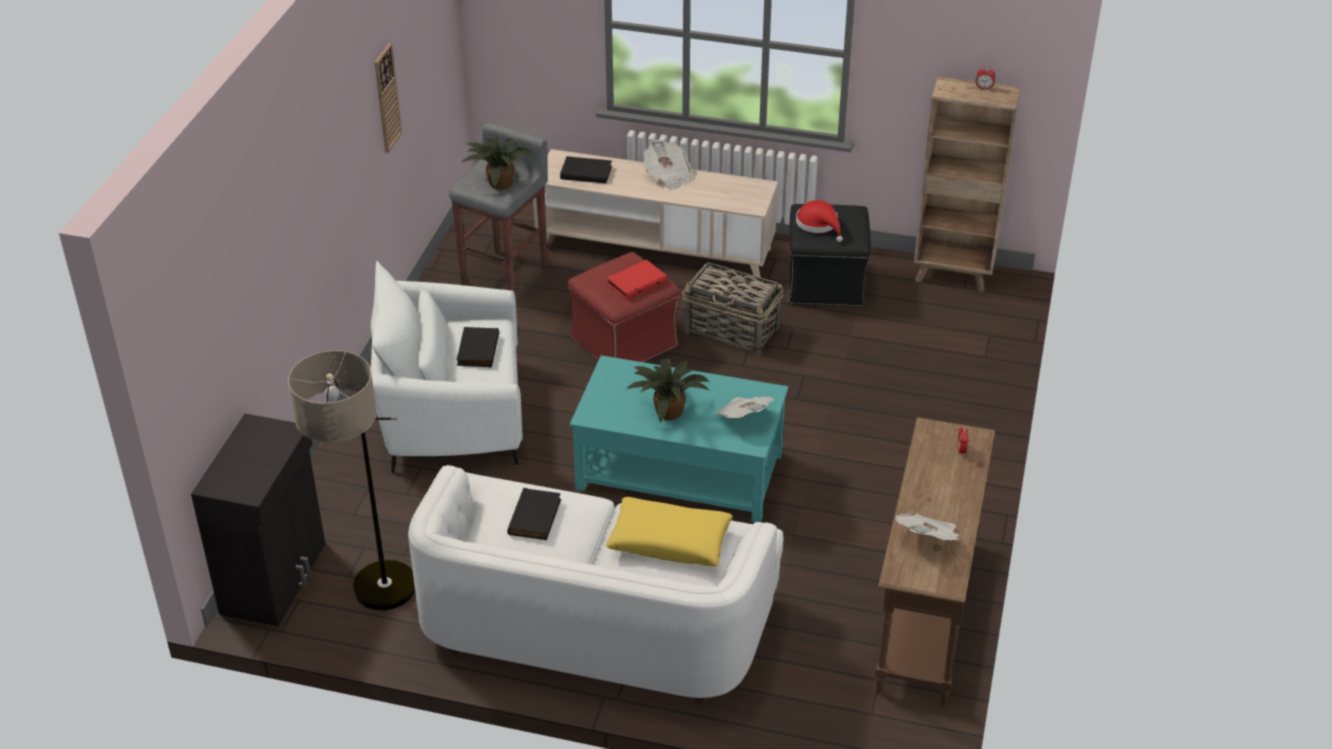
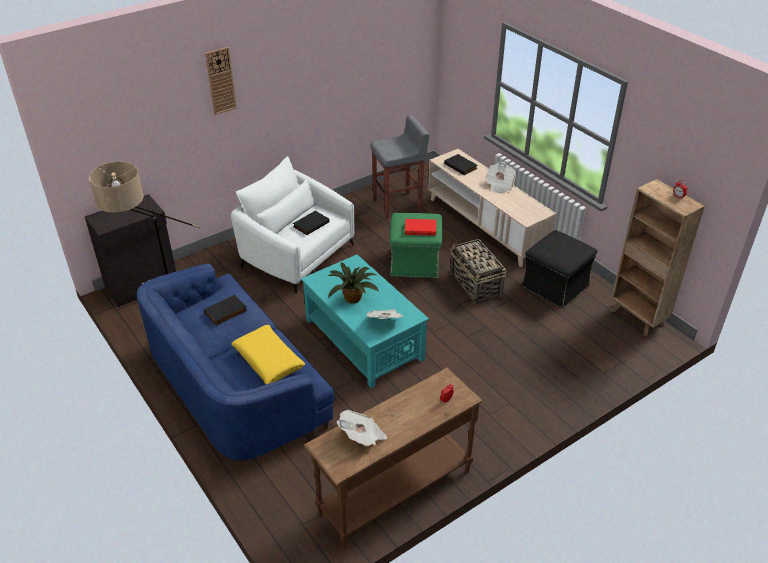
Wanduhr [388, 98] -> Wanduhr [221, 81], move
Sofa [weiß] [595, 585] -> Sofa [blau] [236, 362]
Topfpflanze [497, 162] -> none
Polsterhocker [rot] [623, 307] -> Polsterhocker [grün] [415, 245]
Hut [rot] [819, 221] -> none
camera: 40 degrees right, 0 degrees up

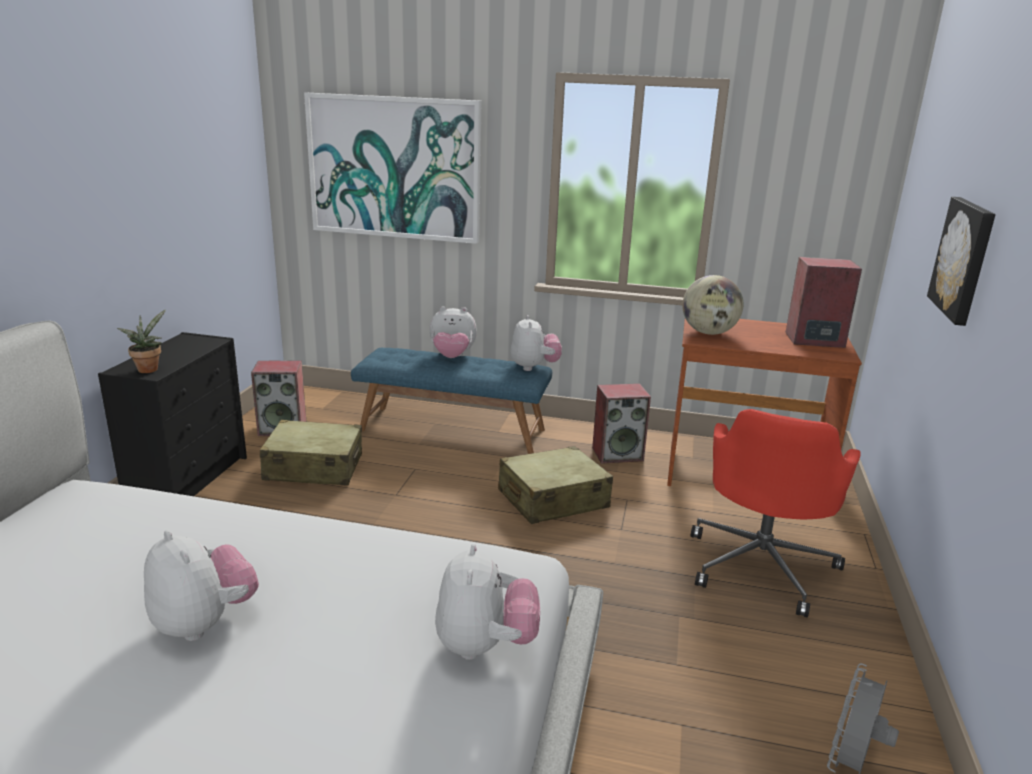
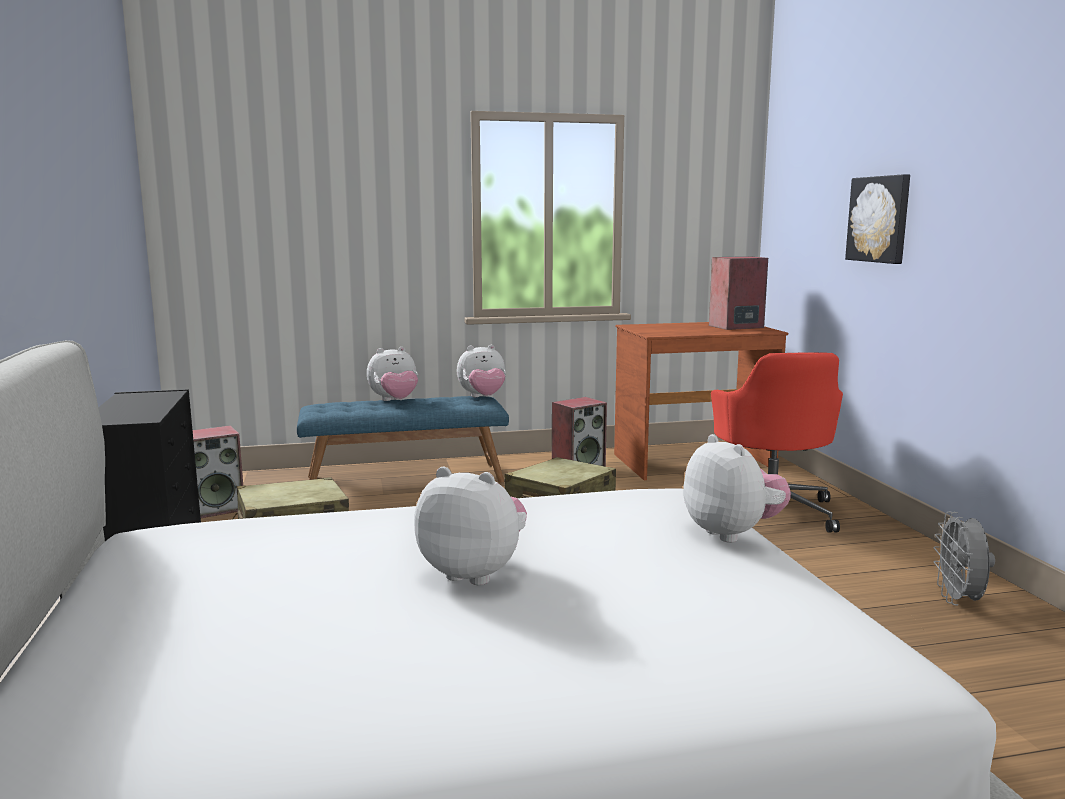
Topfpflanze [141, 341] -> none
Bild [392, 168] -> none
Plüschtier [536, 343] -> Plüschtier [481, 371], 105 degrees clockwise
Globus [712, 305] -> none
camera: 25 degrees left, 10 degrees down

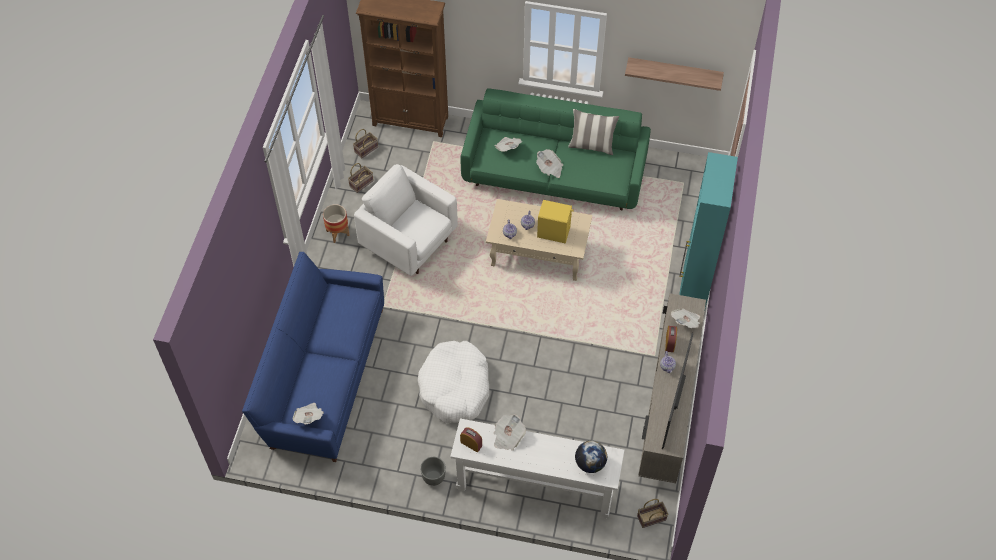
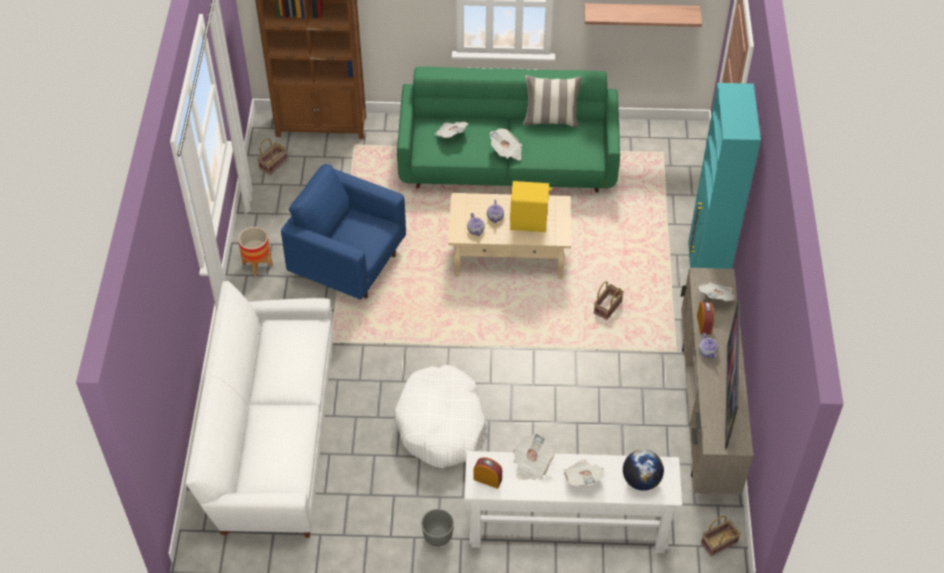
Sofa [blau] [313, 357] -> Sofa [weiß] [260, 409]
Zeitung [308, 414] -> Zeitung [584, 472], move
Korb [361, 178] -> Korb [609, 300], move
Sessel [weiß] [406, 220] -> Sessel [blau] [343, 231]
camera: 10 degrees left, 5 degrees down

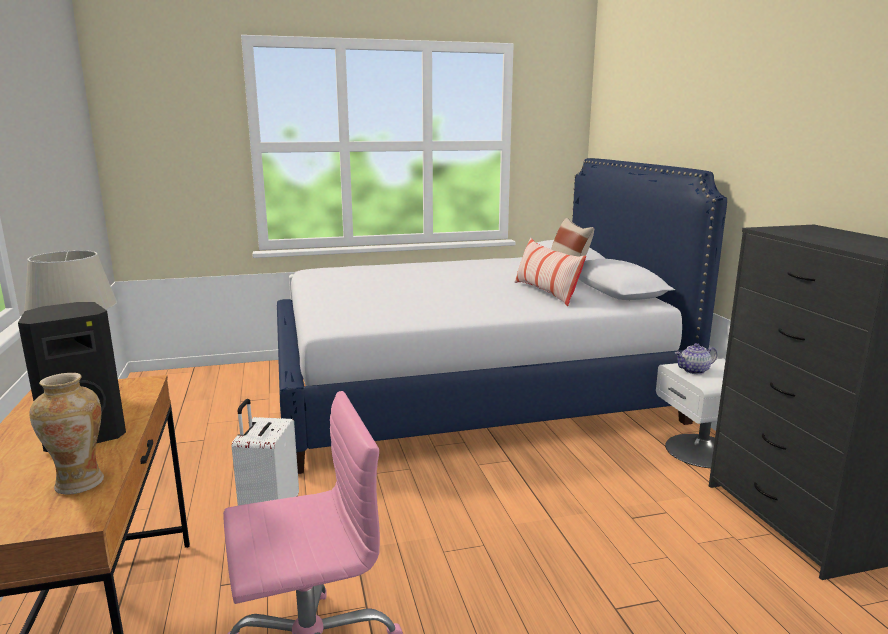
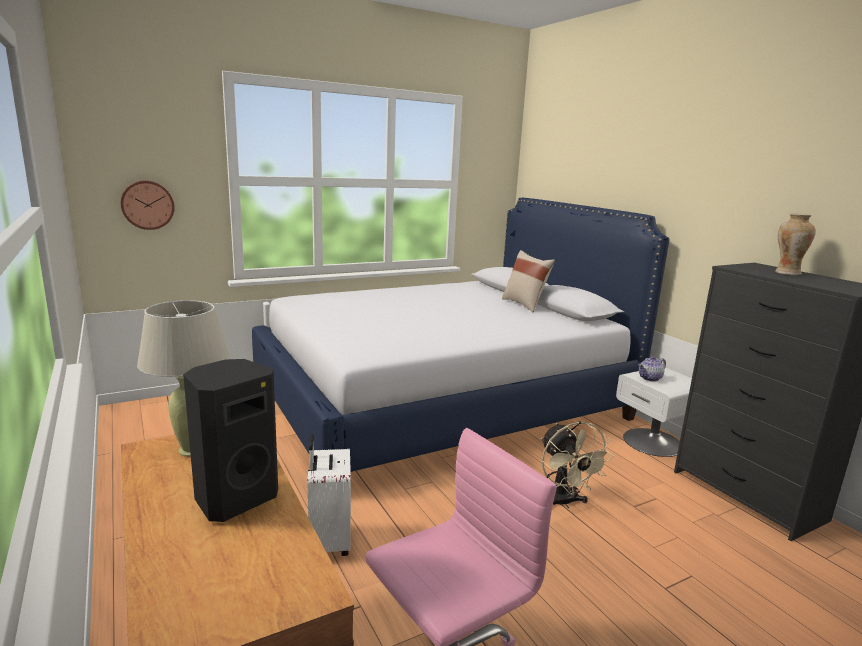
Vase [66, 434] -> Vase [795, 244], move
Kissen [550, 272] -> none
none -> Wanduhr [148, 205]
none -> Ventilator [beige] [577, 464]
camera: 15 degrees left, 0 degrees up

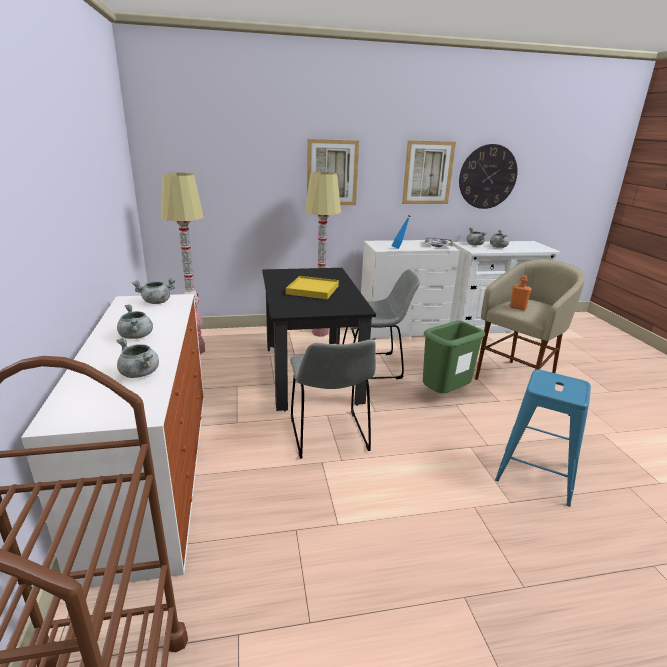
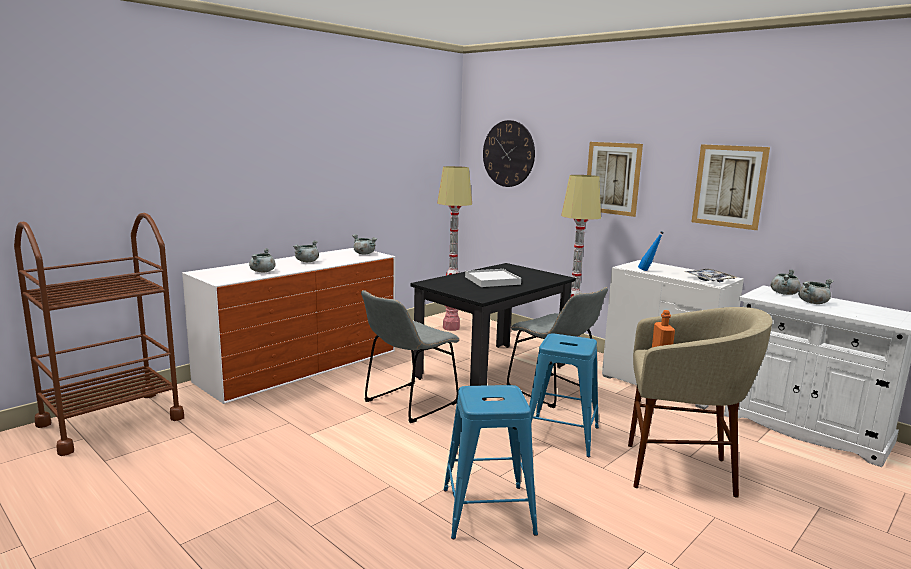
Tablett [gelb] [312, 287] -> Tablett [weiß] [493, 278]
Mülleimer [grün] [454, 357] -> Hocker [blau] [564, 395]
Wanduhr [488, 176] -> Wanduhr [509, 153], move
camera: 55 degrees right, 10 degrees down

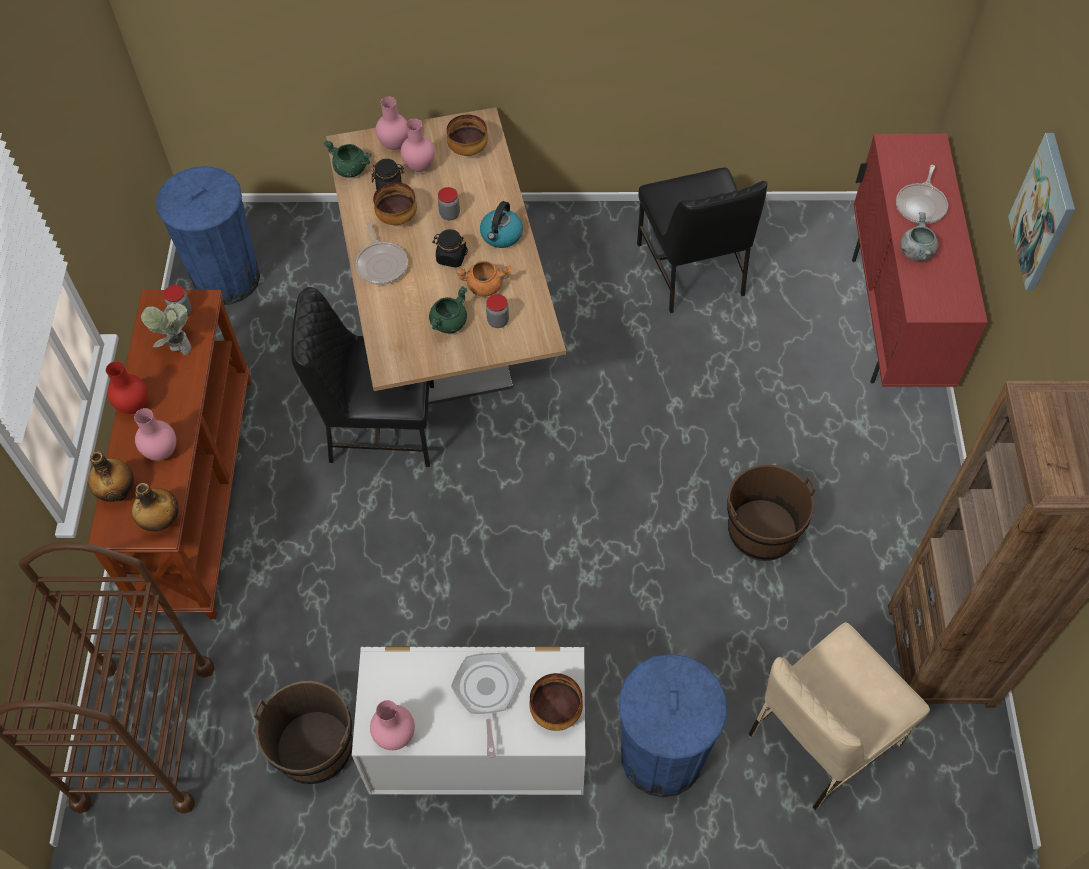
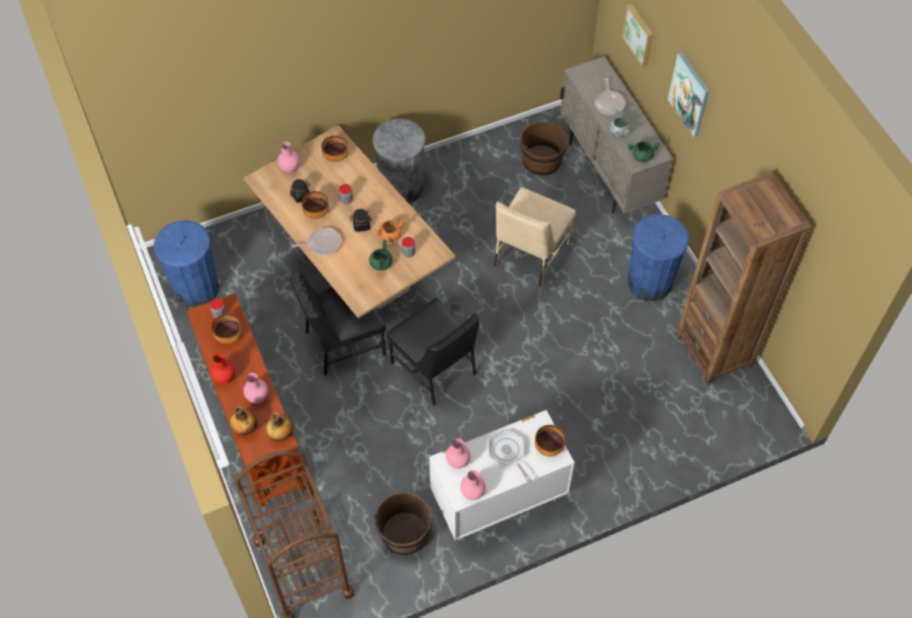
Topfpflanze [166, 329] -> Schüssel [227, 329]
Kochtopf [grün] [347, 159] -> Kochtopf [grün] [644, 151], move
Pfanne [382, 254] -> Pfanne [316, 241], 60 degrees counterclockwise
Vase [rosa] [418, 145] -> Vase [rosa] [458, 453], move
Wasserkessel [501, 224] -> none
Mülleimer [blau] [673, 726] -> Mülleimer [blau] [658, 258], move
Stuhl [schwarz] [702, 240] -> Stuhl [schwarz] [432, 351], move
Eimer [braun] [771, 512] -> Eimer [braun] [543, 148], move
Stuhl [beige] [839, 716] -> Stuhl [beige] [535, 237], move
Schrank [rot] [920, 260] -> Schrank [beige] [616, 135]
none -> Mülleimer [grau] [399, 161]
none -> Bild [637, 35]
camera: 25 degrees left, 0 degrees up

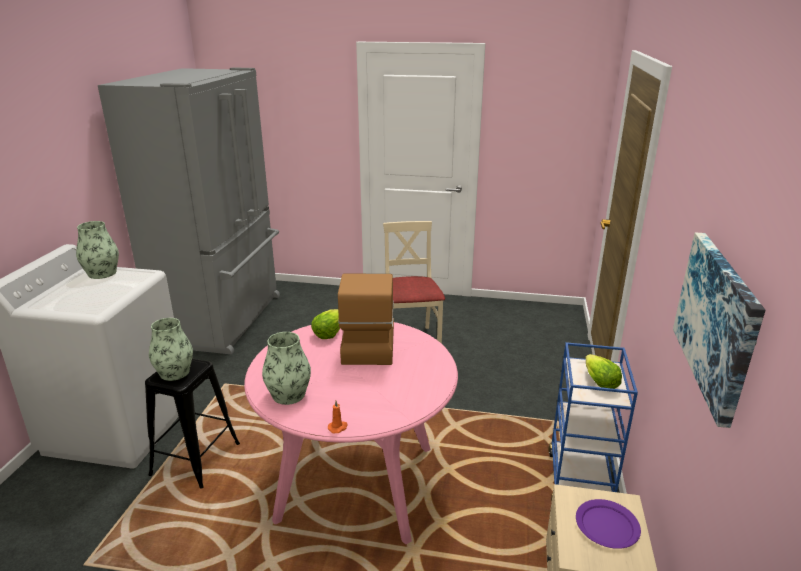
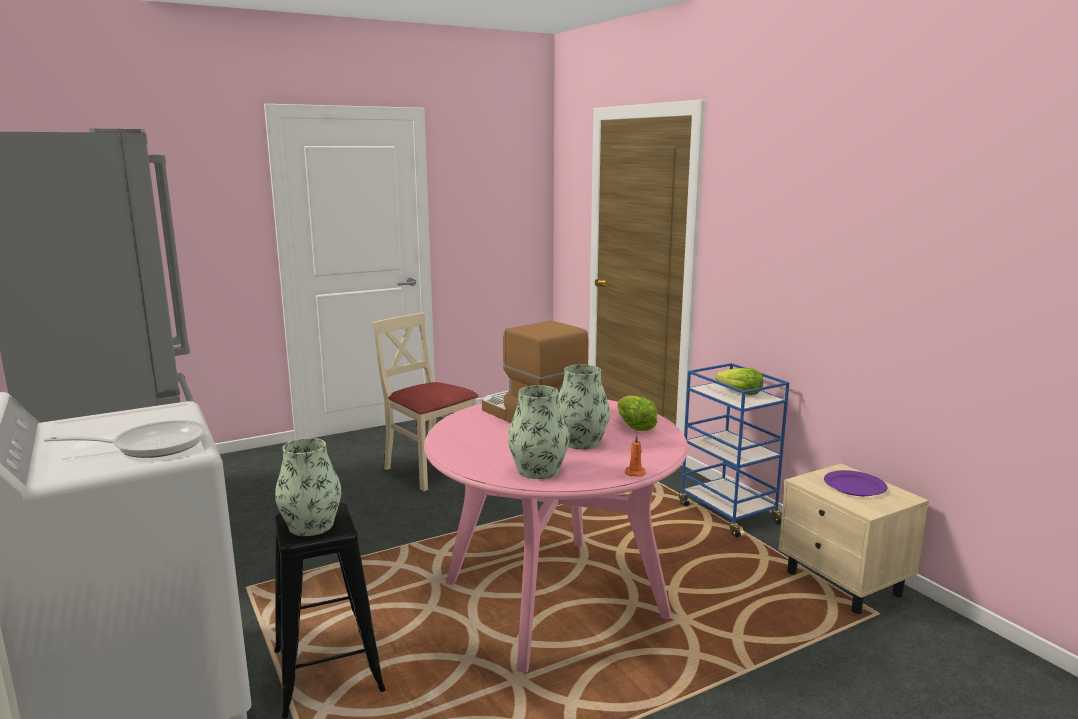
Vase [97, 250] -> Vase [584, 406], move
Salatkopf [325, 324] -> Salatkopf [637, 413], move
Bild [719, 330] -> none
none -> Pfanne [125, 439]
camera: 40 degrees left, 10 degrees down

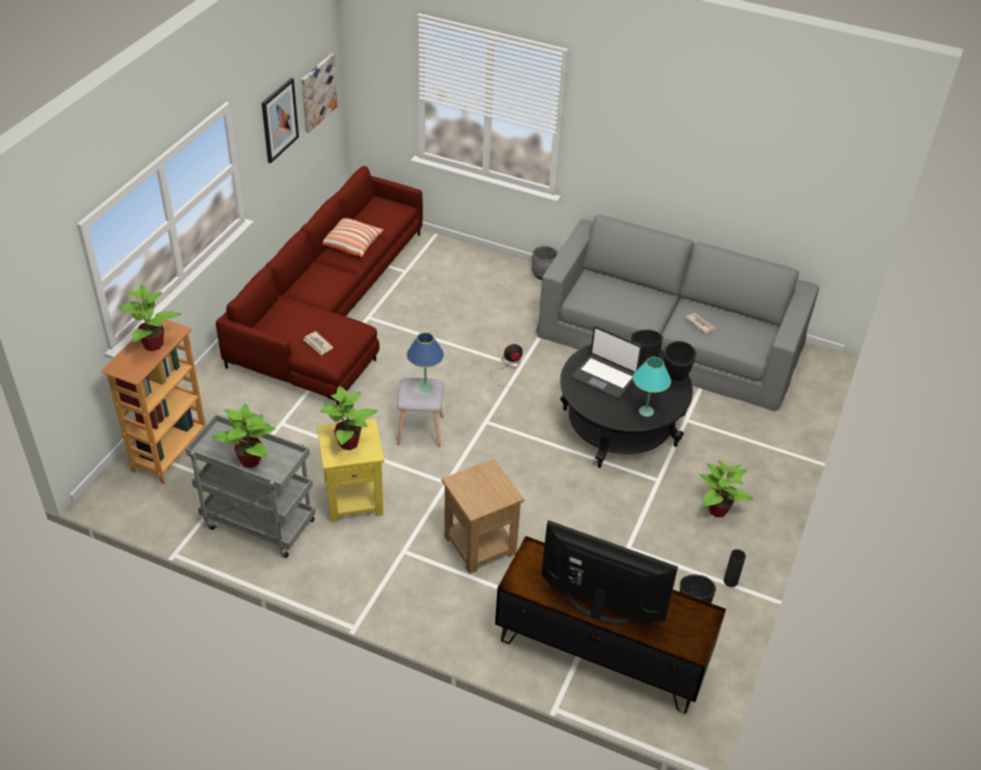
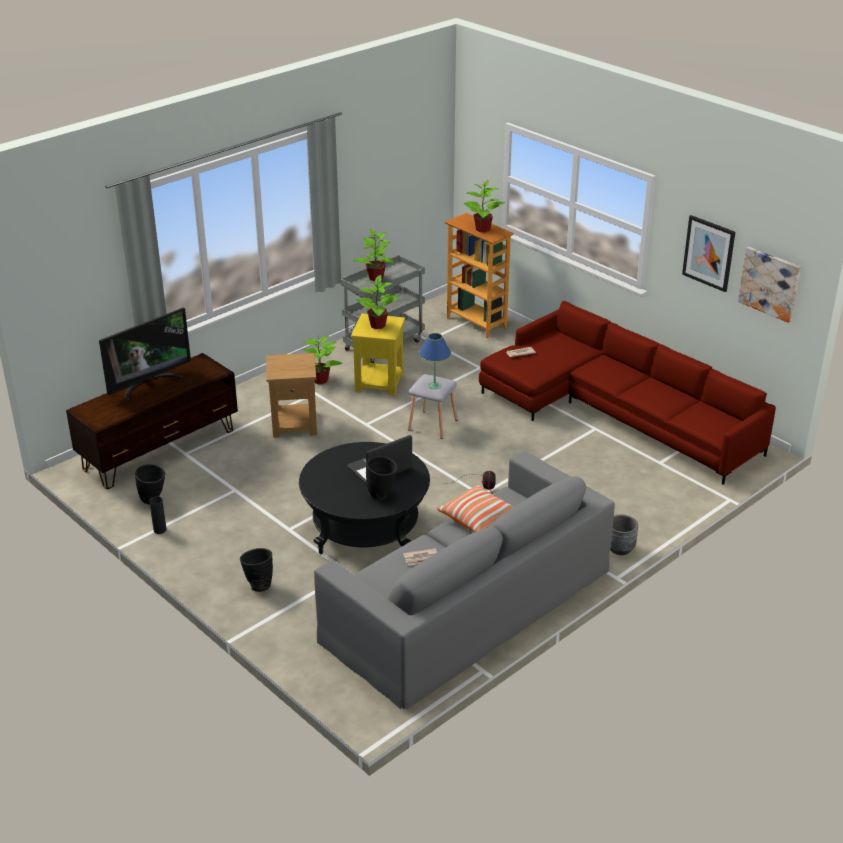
Kissen [352, 237] -> Kissen [475, 508], move
Tischlampe [türkis] [652, 387] -> none
Vase [schwarz] [680, 362] -> Vase [schwarz] [256, 570], move
Topfpflanze [726, 488] -> Topfpflanze [322, 360], move
camera: 115 degrees right, 10 degrees down

